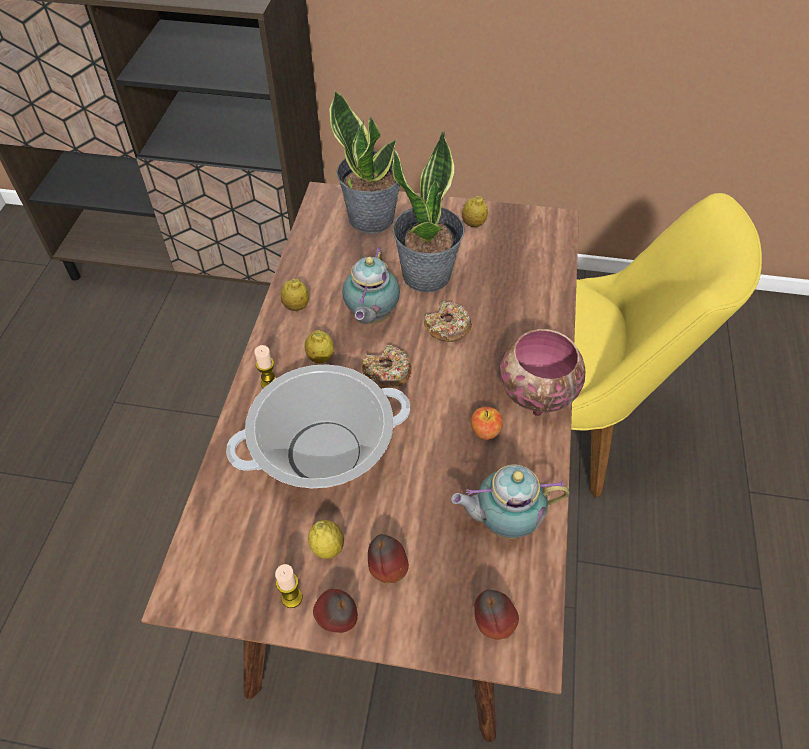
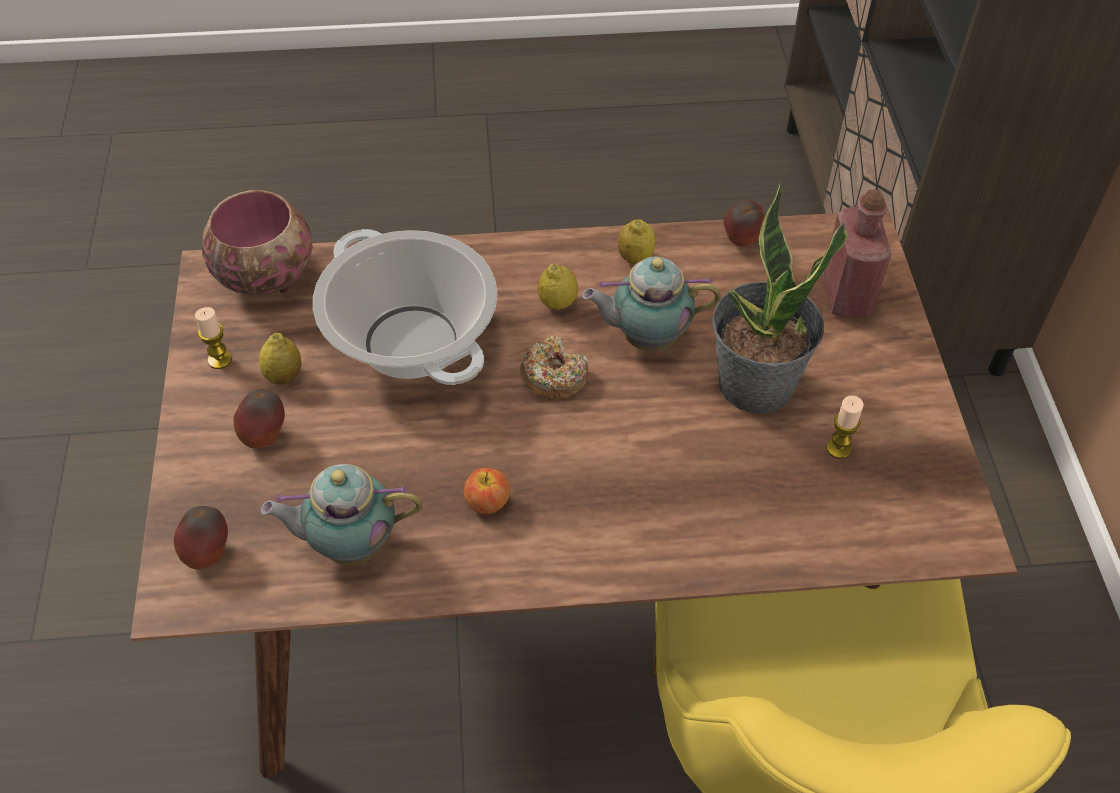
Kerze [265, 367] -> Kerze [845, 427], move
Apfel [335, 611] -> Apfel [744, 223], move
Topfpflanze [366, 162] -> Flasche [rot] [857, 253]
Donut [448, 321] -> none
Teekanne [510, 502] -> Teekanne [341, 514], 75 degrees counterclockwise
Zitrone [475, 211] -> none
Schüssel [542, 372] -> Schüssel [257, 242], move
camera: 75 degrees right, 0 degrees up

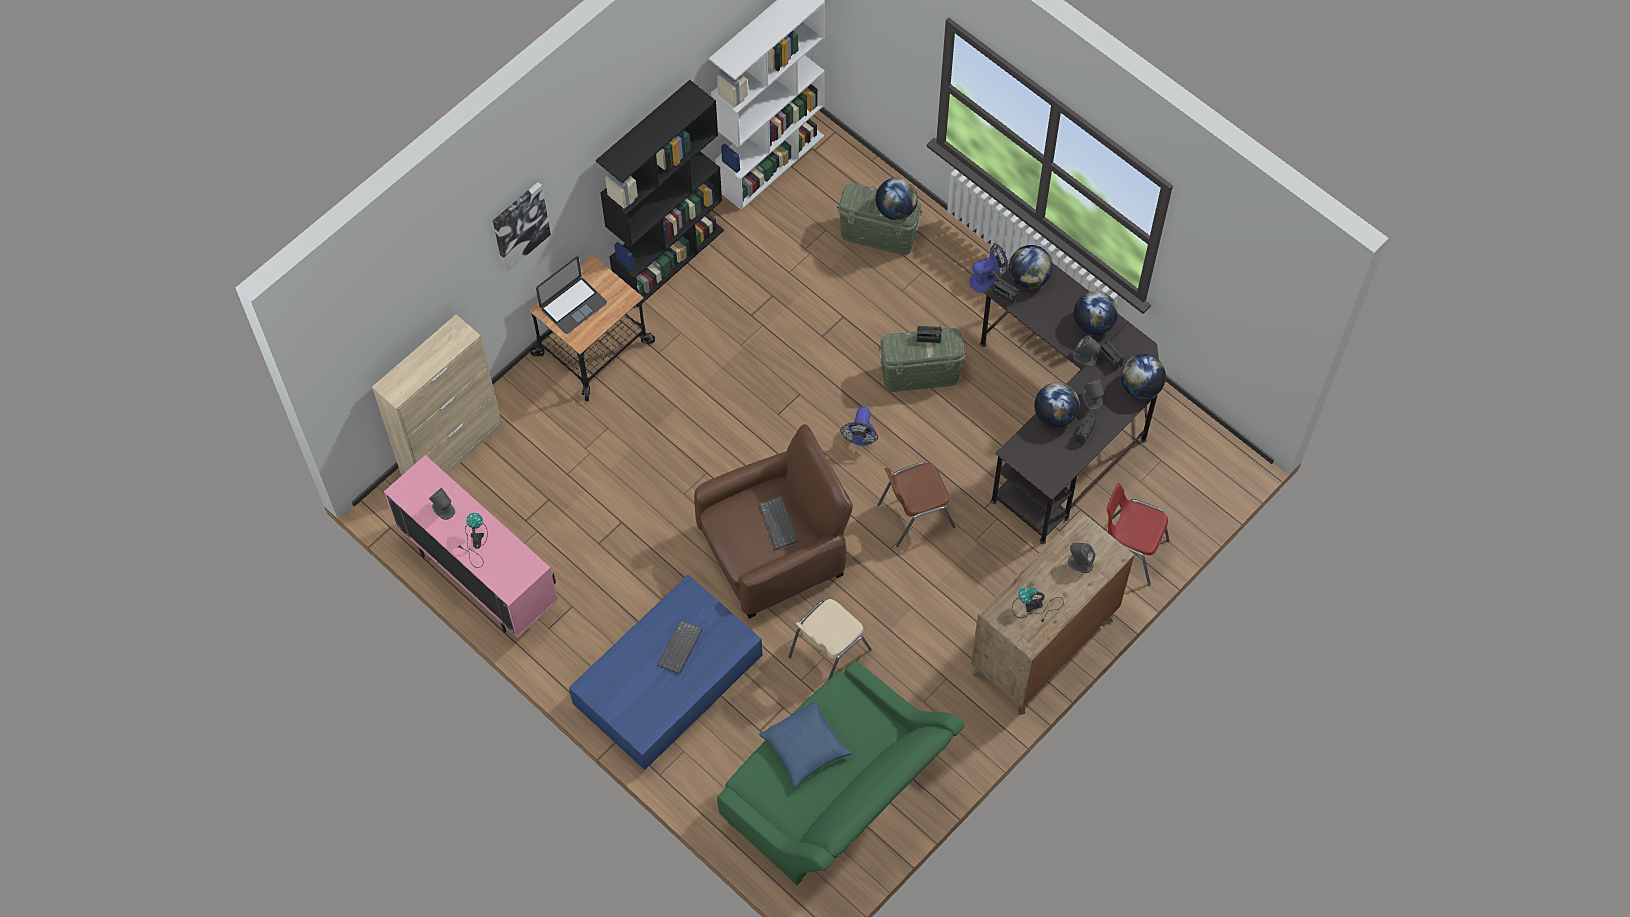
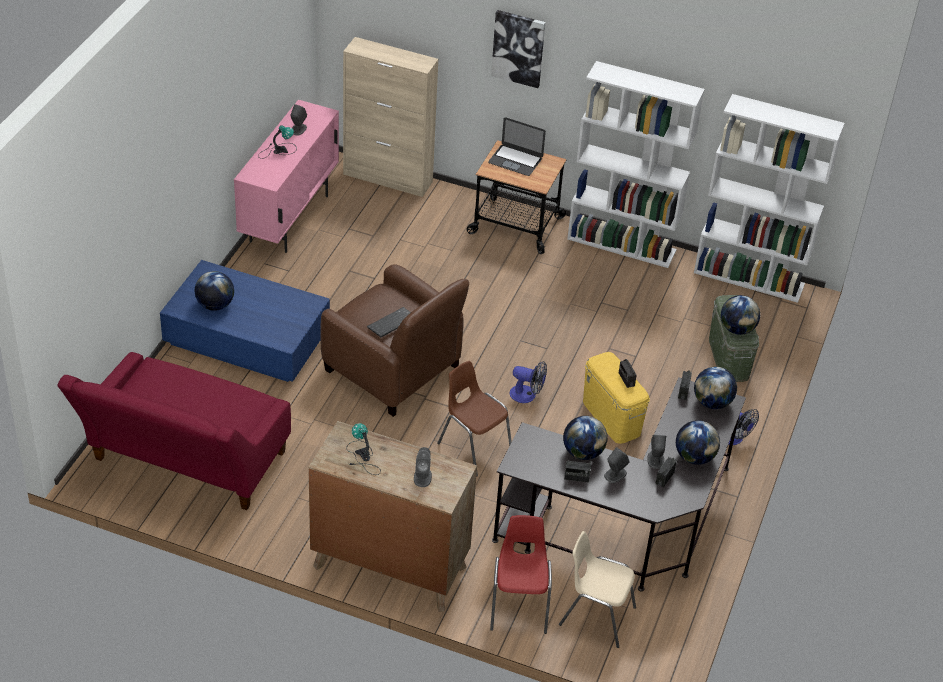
Bücherregal [schwarz] [660, 193] -> Bücherregal [weiß] [636, 164]
Tastatur [680, 647] -> none
Sofa [grün] [841, 773] -> Sofa [rot] [174, 431]
Kissen [blau] [805, 744] -> none
Stuhl [beige] [830, 639] -> Stuhl [beige] [597, 589], move
Ventilator [859, 426] -> Ventilator [528, 382], 150 degrees counterclockwise
Aufbewahrungsbox [grün] [922, 360] -> Aufbewahrungsbox [gelb] [616, 398]
Globus [1143, 376] -> Globus [214, 291], move
camera: 65 degrees right, 20 degrees down

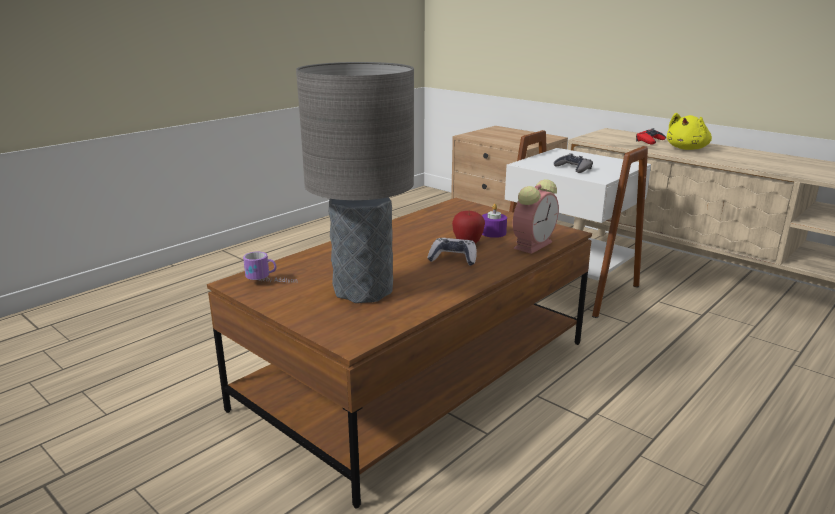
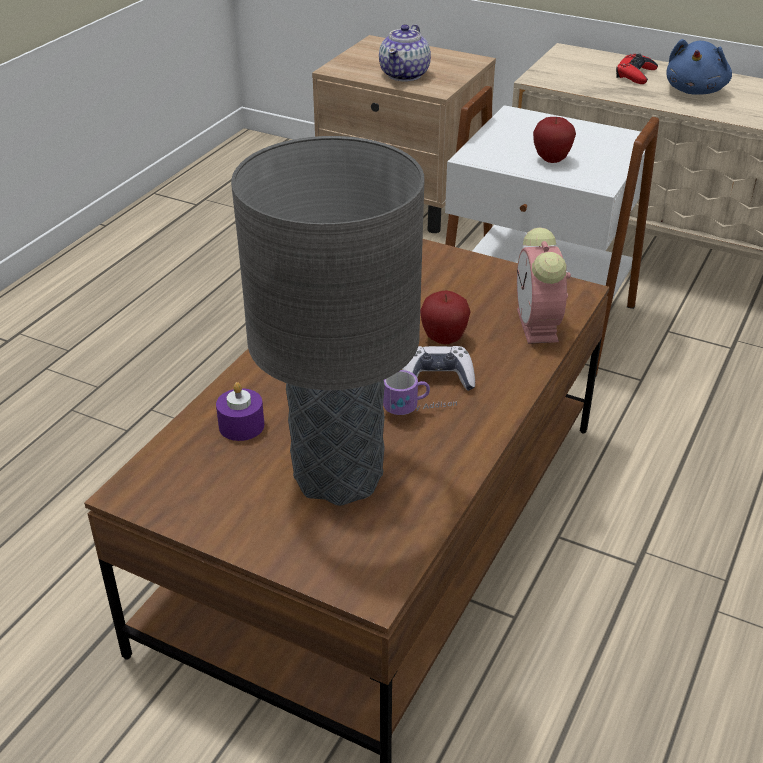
Henkelbecher [270, 267] -> Henkelbecher [420, 392], move
Kerze [lila] [494, 221] -> Kerze [lila] [240, 411], move
Wecker [536, 216] -> Wecker [544, 285], 150 degrees clockwise
Gamepad [grau] [573, 163] -> Apfel [554, 140]
Plüschtier [gelb] [689, 131] -> Plüschtier [blau] [699, 67]
none -> Teekanne [405, 52]
camera: 15 degrees left, 15 degrees up

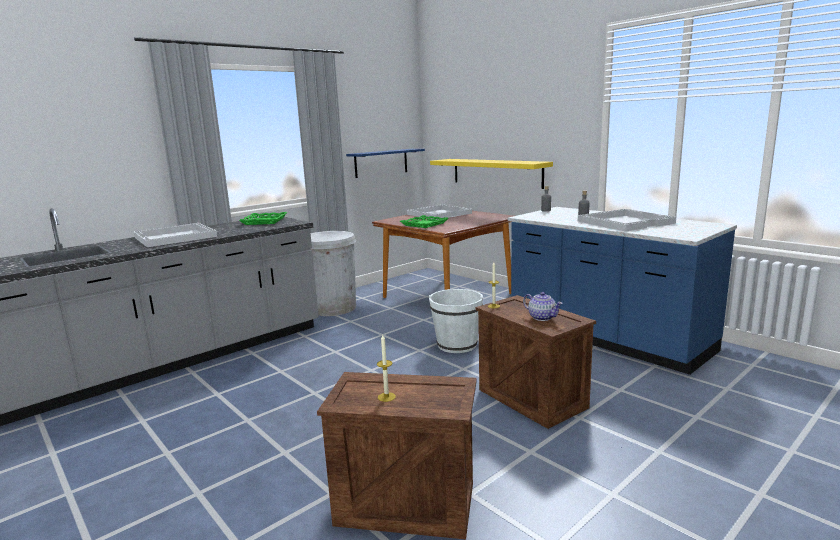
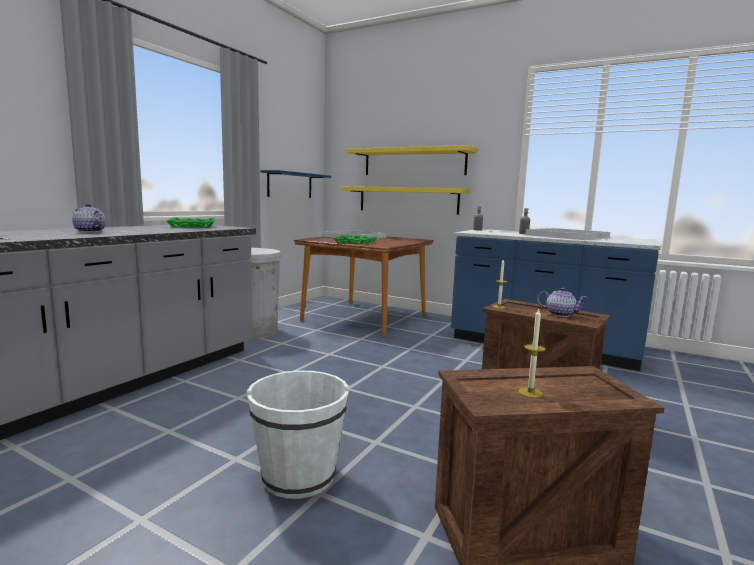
Tablett [weiß] [175, 235] -> Teekanne [89, 218]
Eimer [weiß] [456, 321] -> Eimer [weiß] [298, 434], move
none -> Wandregal [gelb] [411, 160]
camera: 20 degrees left, 5 degrees down

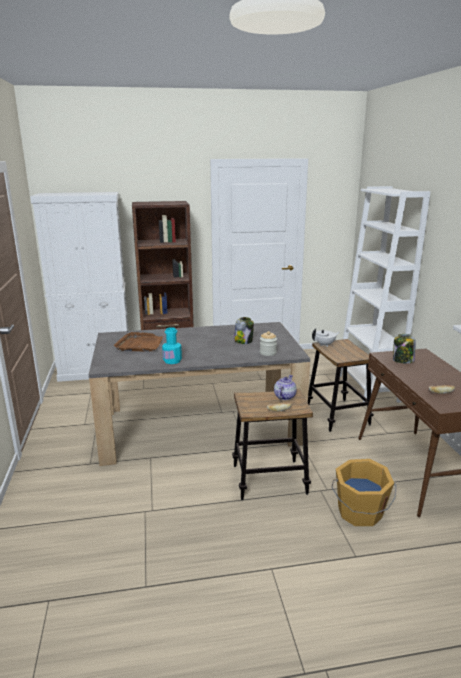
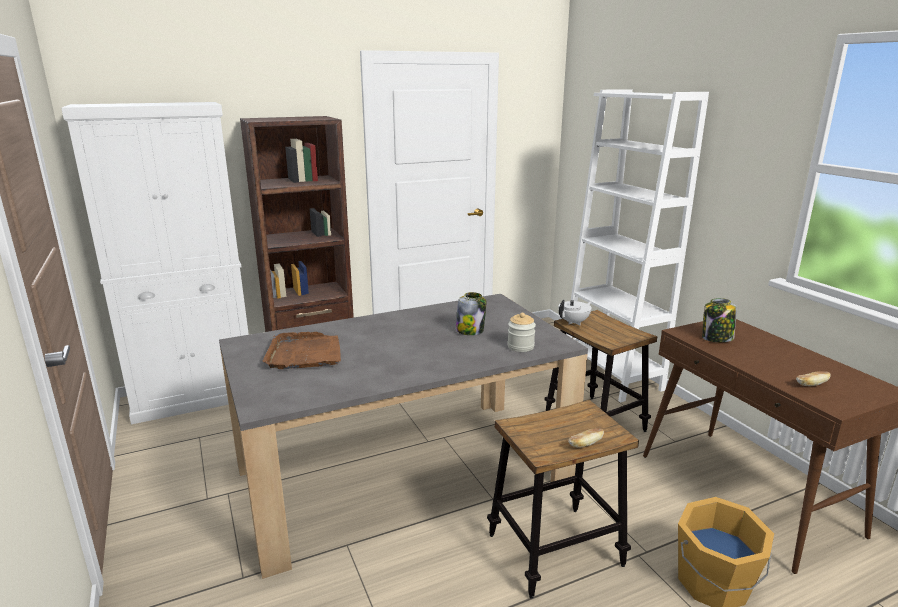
Flasche [türkis] [172, 345] -> none
Teekanne [285, 387] -> none
camera: 15 degrees left, 0 degrees up

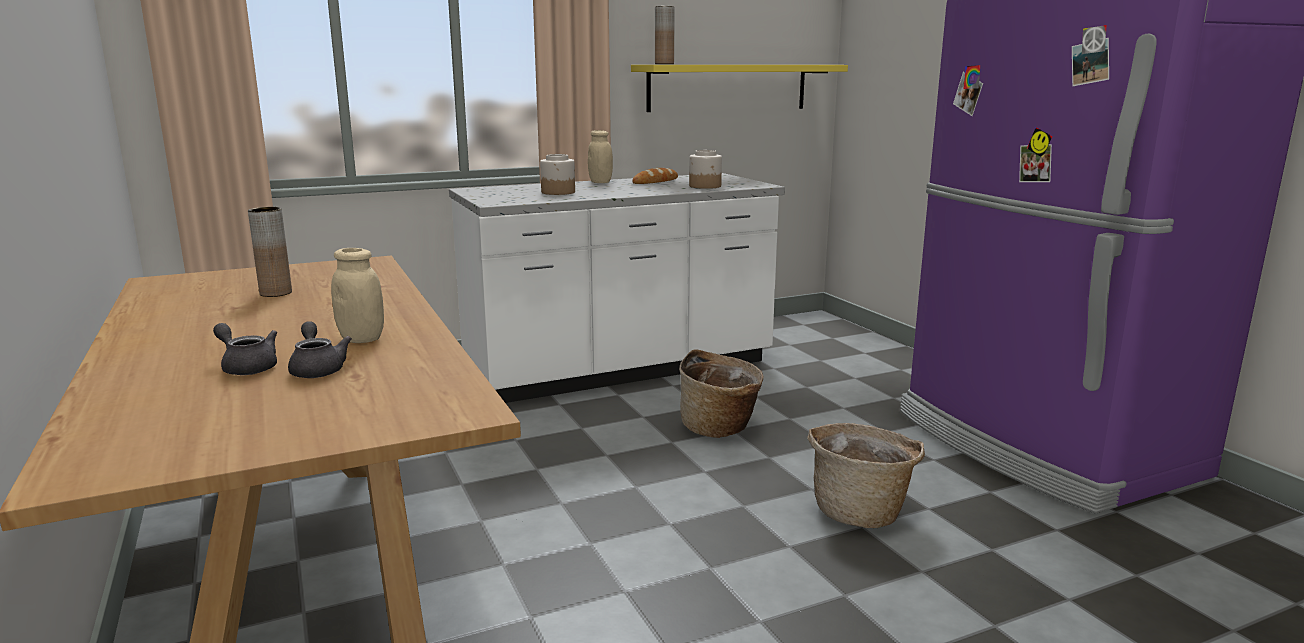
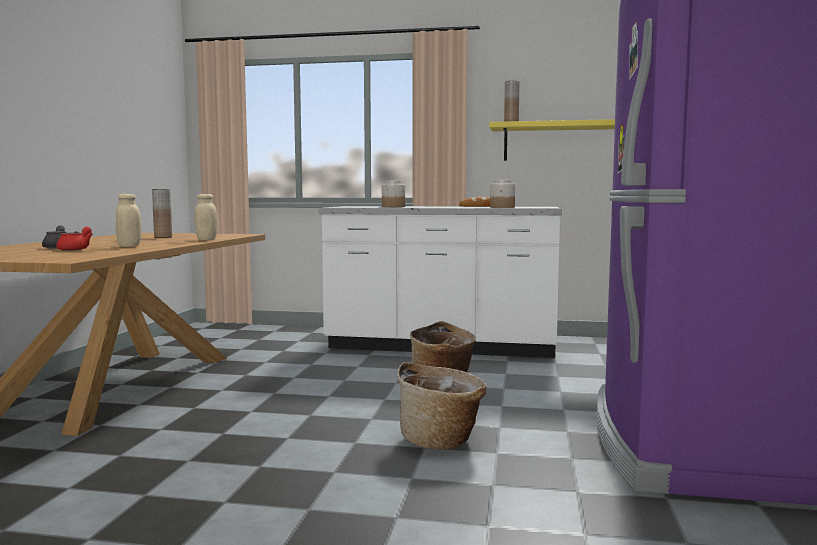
Teekanne [grau] [320, 349] -> Teekanne [rot] [74, 239]
Vorratsglas [beige] [600, 156] -> Vorratsglas [beige] [206, 217], move
camera: 35 degrees right, 10 degrees down

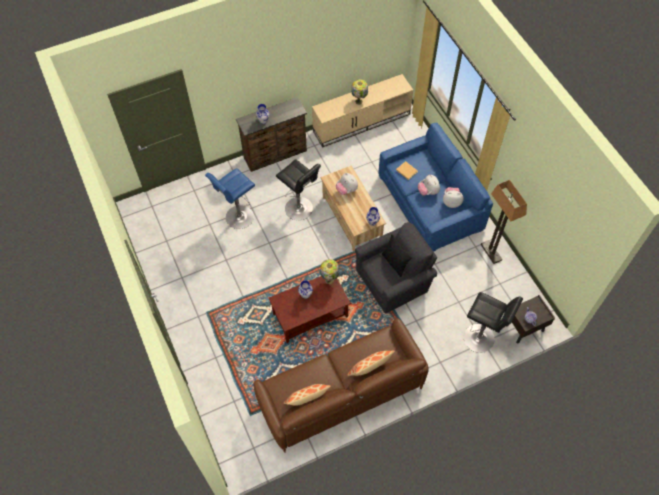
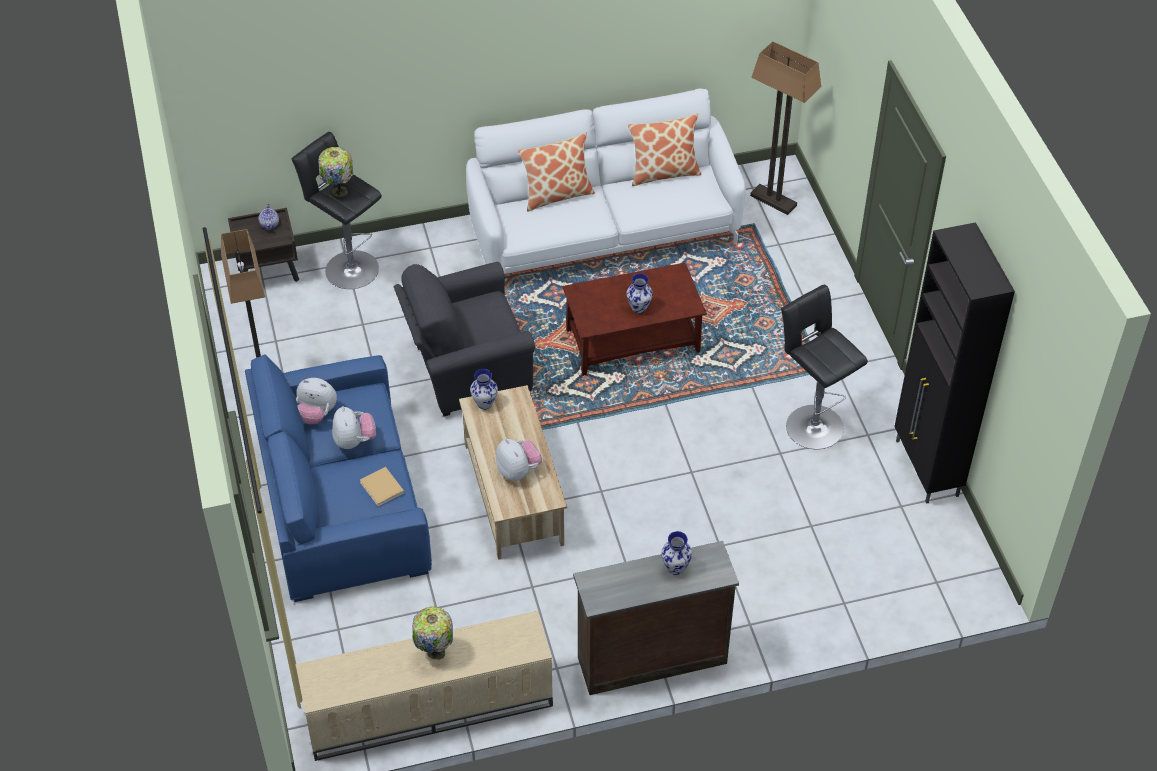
Hocker [blau] [230, 198] -> none
Sofa [braun] [341, 385] -> Sofa [weiß] [606, 181]
Hocker [schwarz] [298, 189] -> Hocker [schwarz] [824, 367], move
Tischlampe [329, 271] -> Tischlampe [335, 172], move
Kissen [schwarz] [397, 255] -> none
none -> Stehlampe [785, 128]
none -> Schrank [schwarz] [954, 363]
camera: 170 degrees left, 10 degrees down

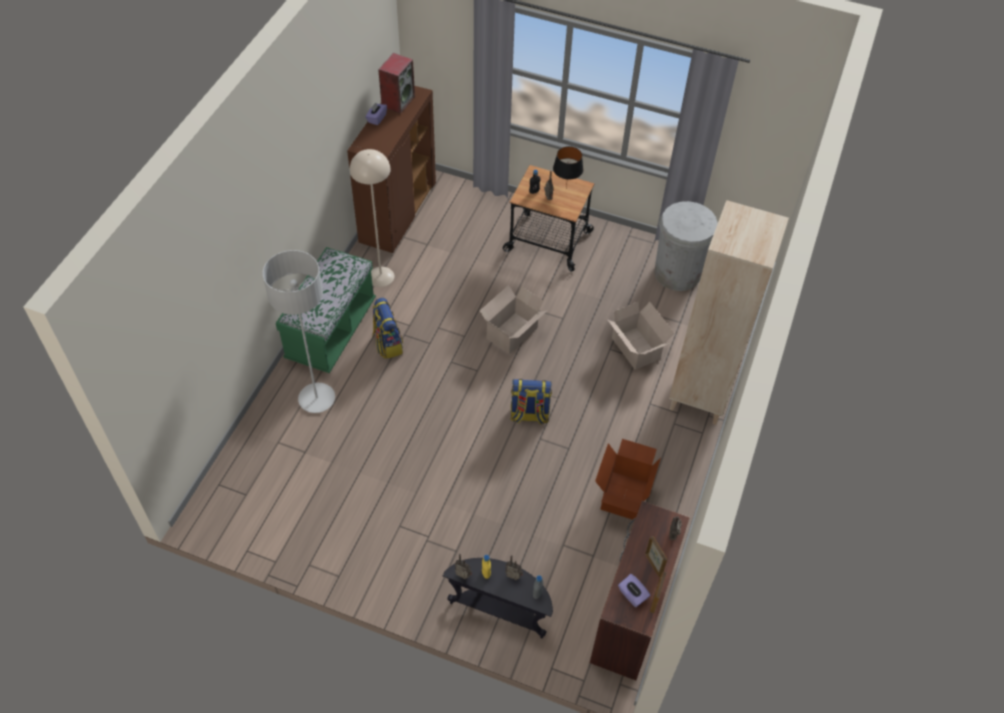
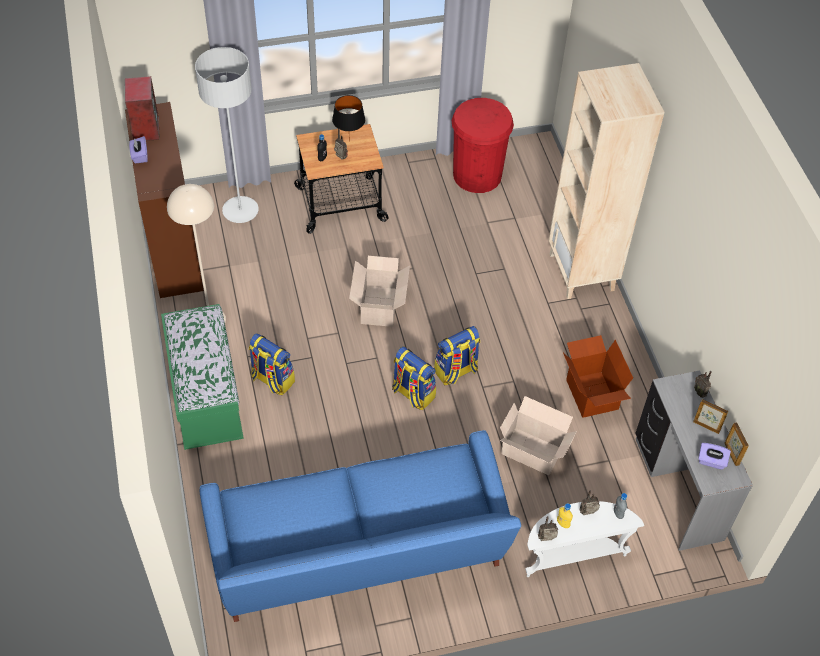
Stehlampe [grau] [299, 331] -> Stehlampe [grau] [227, 135], move
Beistelltisch [schwarz] [498, 598] -> Beistelltisch [weiß] [585, 539]
Schreibtisch [braun] [640, 590] -> Schreibtisch [grau] [694, 460]
Karton [640, 336] -> Karton [538, 435], move
Mülleimer [weiß] [686, 246] -> Mülleimer [rot] [483, 145]
none -> Sofa [blau] [360, 526]
none -> Rucksack [414, 378]
camera: 35 degrees left, 0 degrees up

